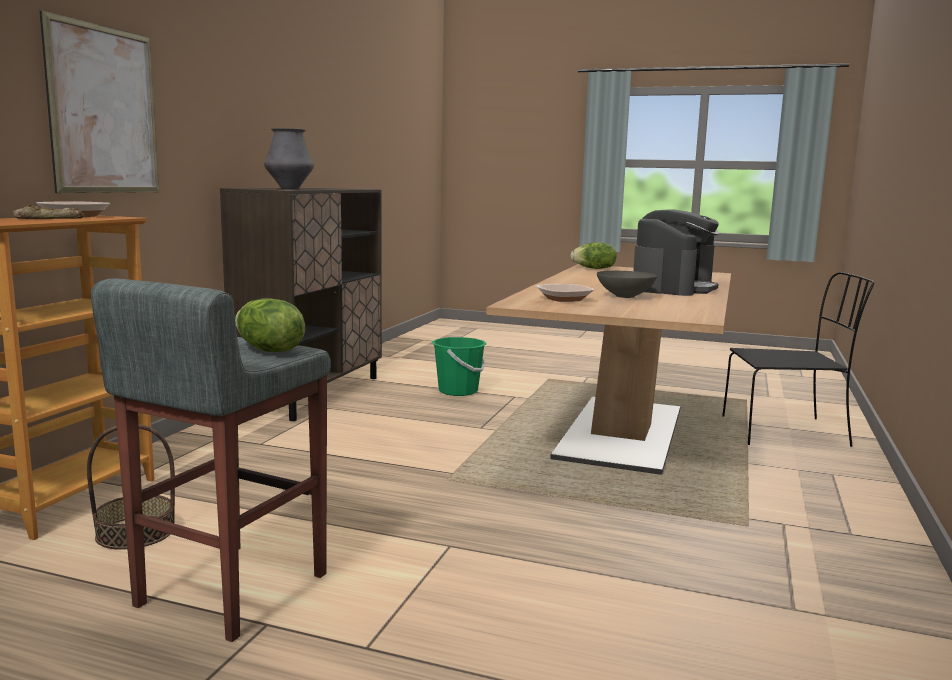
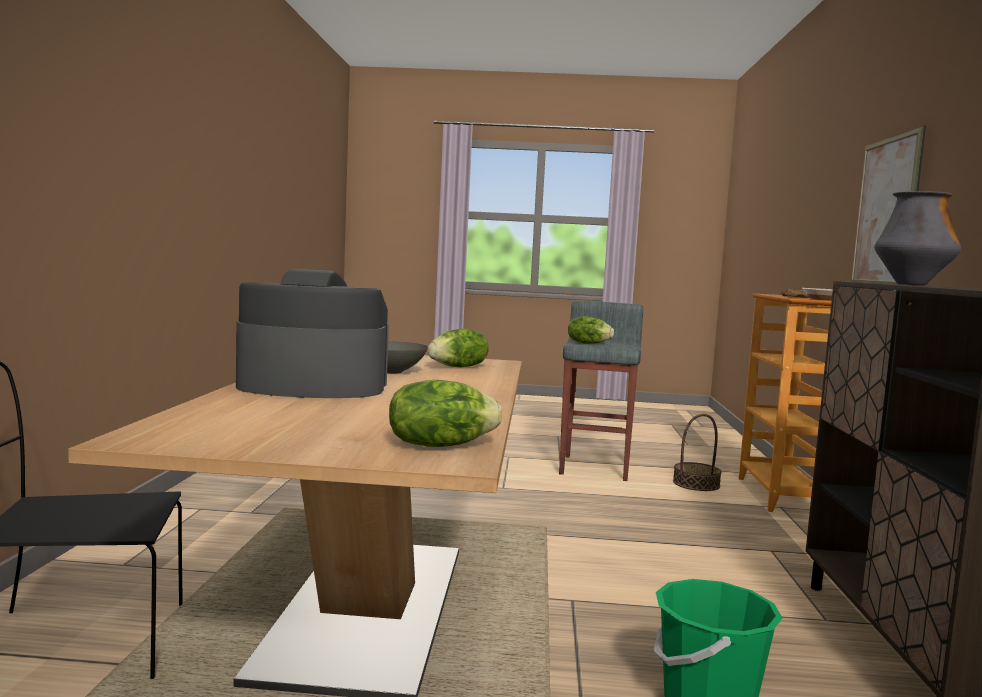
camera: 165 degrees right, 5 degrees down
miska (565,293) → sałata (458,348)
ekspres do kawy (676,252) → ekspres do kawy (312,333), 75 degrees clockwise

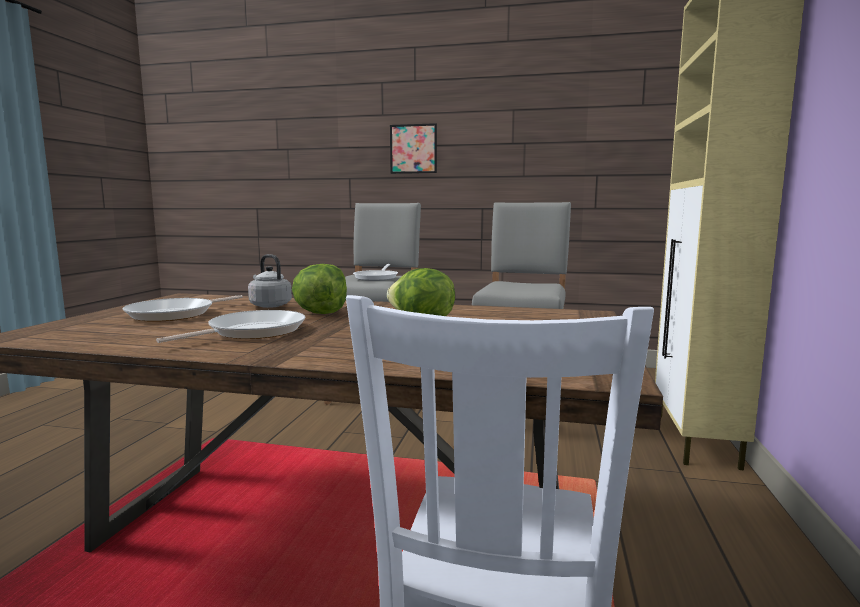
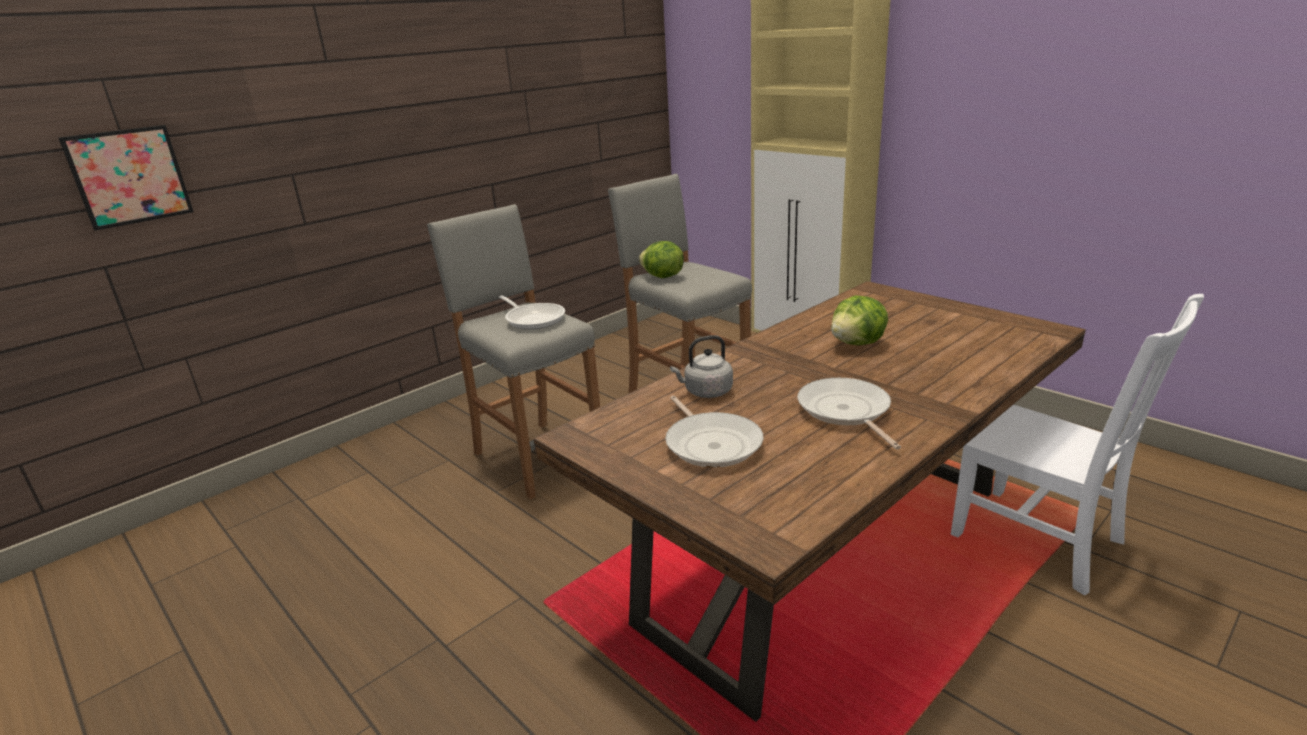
camera: 55 degrees left, 15 degrees up
sałata (319,289) → sałata (661,259), moved
obraz (413,148) → obraz (126,178), moved

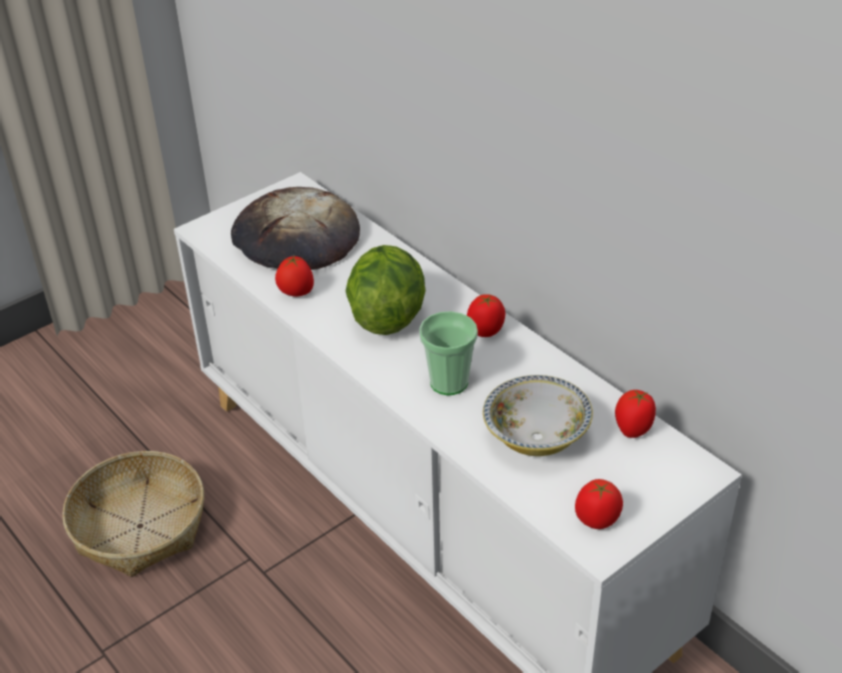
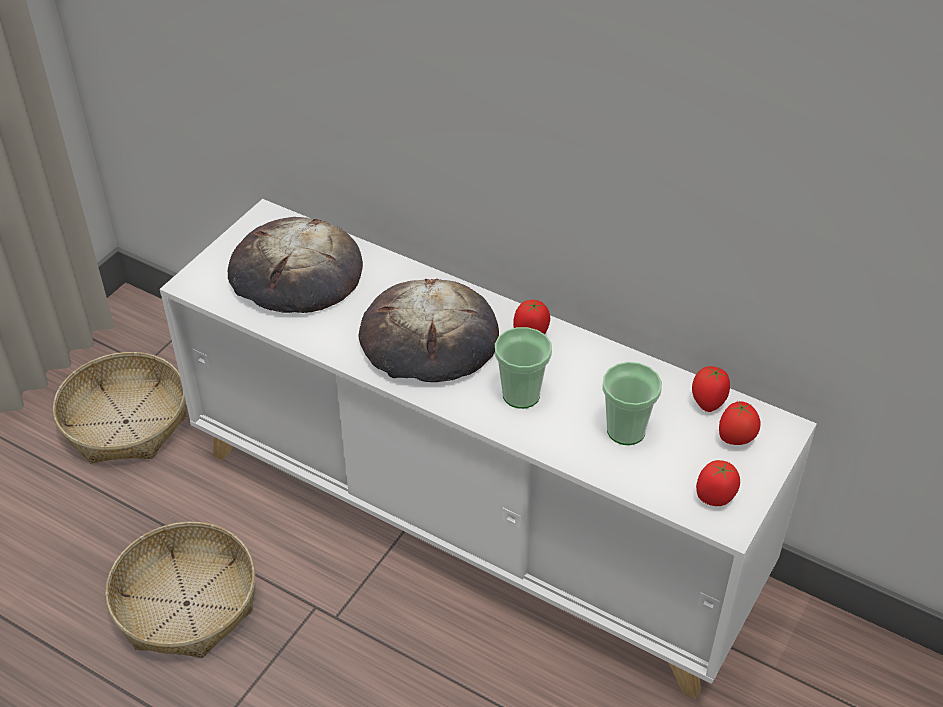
camera: 20 degrees left, 5 degrees up
pomidor (294,276) → pomidor (740,423), moved
sałata (386,290) → chleb (429,330)
miska (538,415) → filiżanka (632,403)
- → koszyk (120,407)

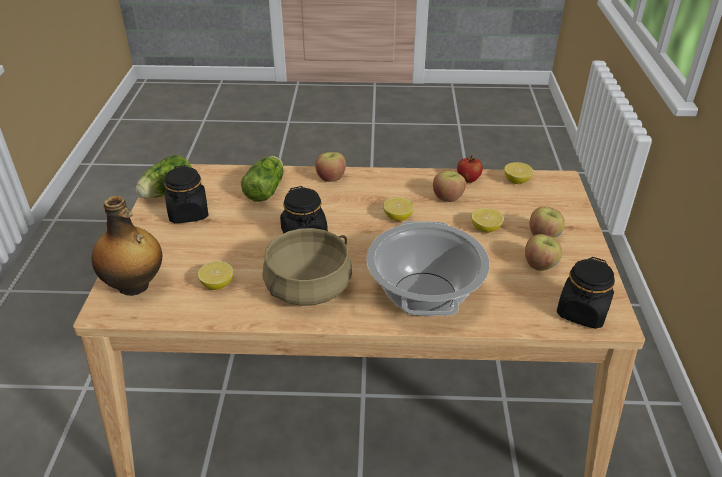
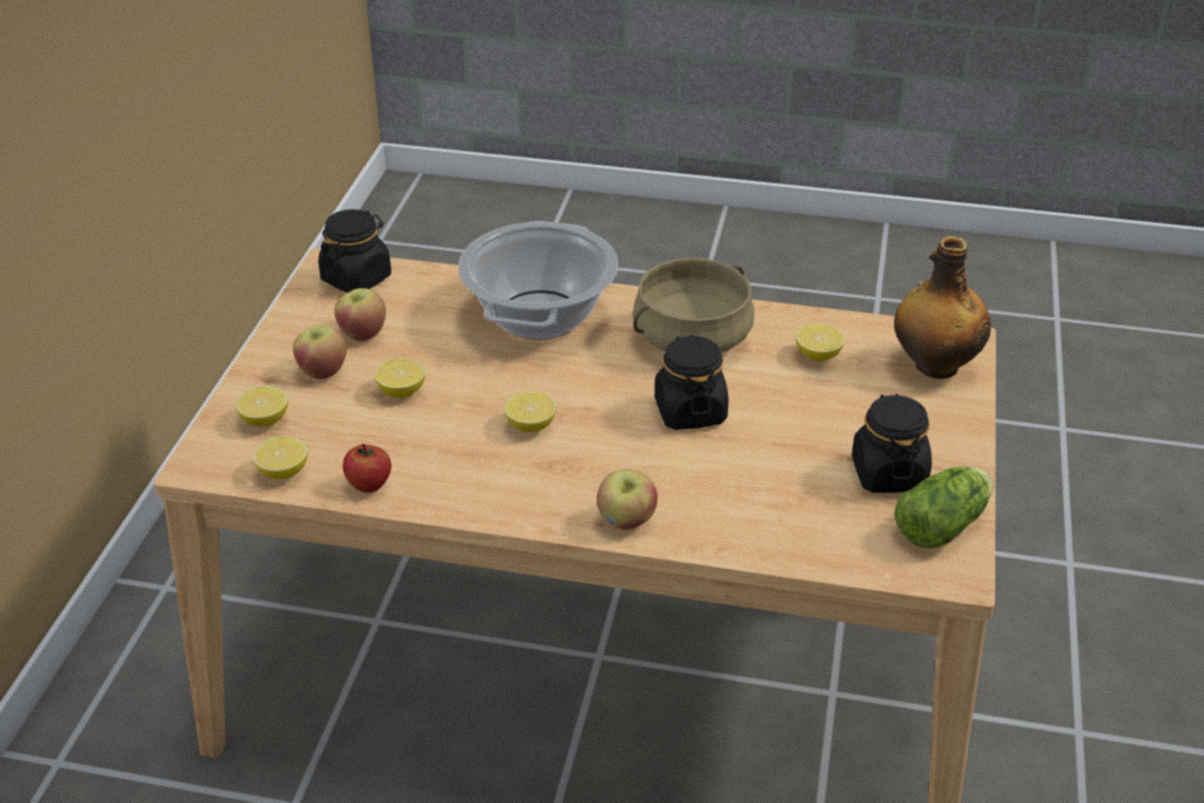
camera: 170 degrees left, 0 degrees up
sałata (262,179) → -
jabłko (449,186) → -
- → cytryna (262,406)

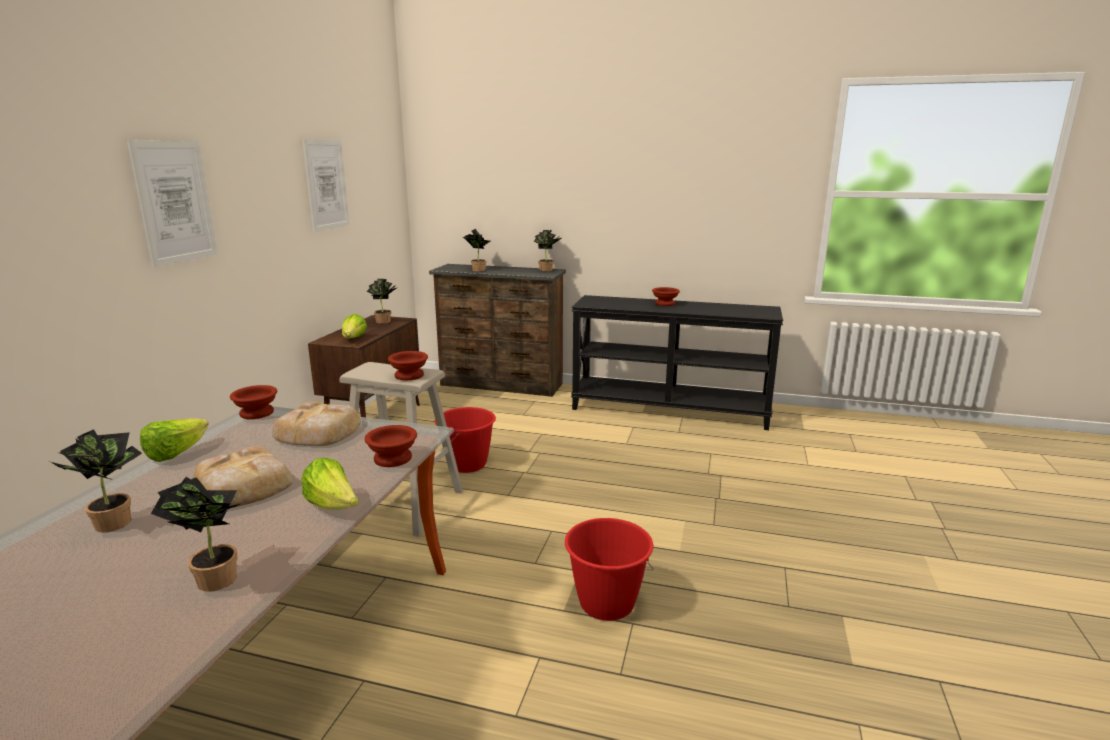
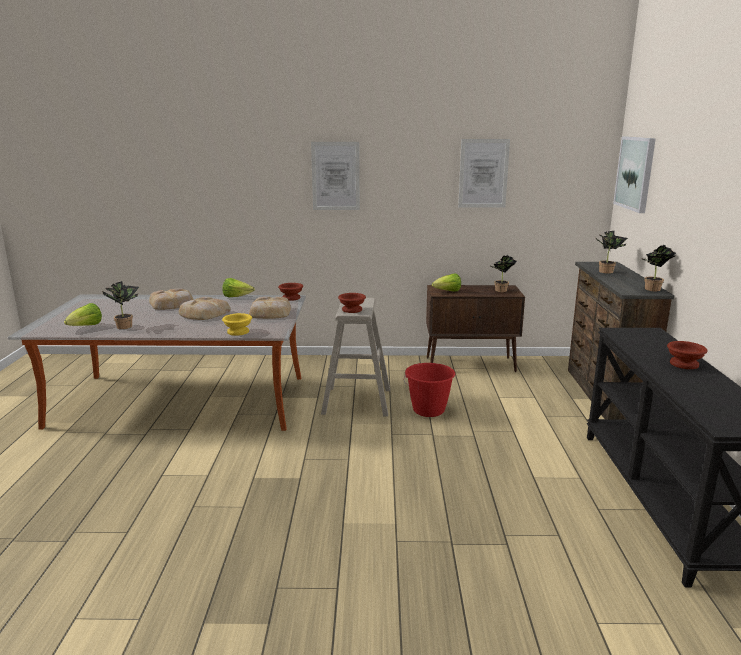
camera: 75 degrees right, 0 degrees up
roślina doniczkowa (96,480) → chleb (171,299)
sałata (330,484) → sałata (83,314), moved
miska/brązowy (391,446) → miska/żółty (237,324)
wiadro/czerwony (609,569) → -
- → obraz (634,174)

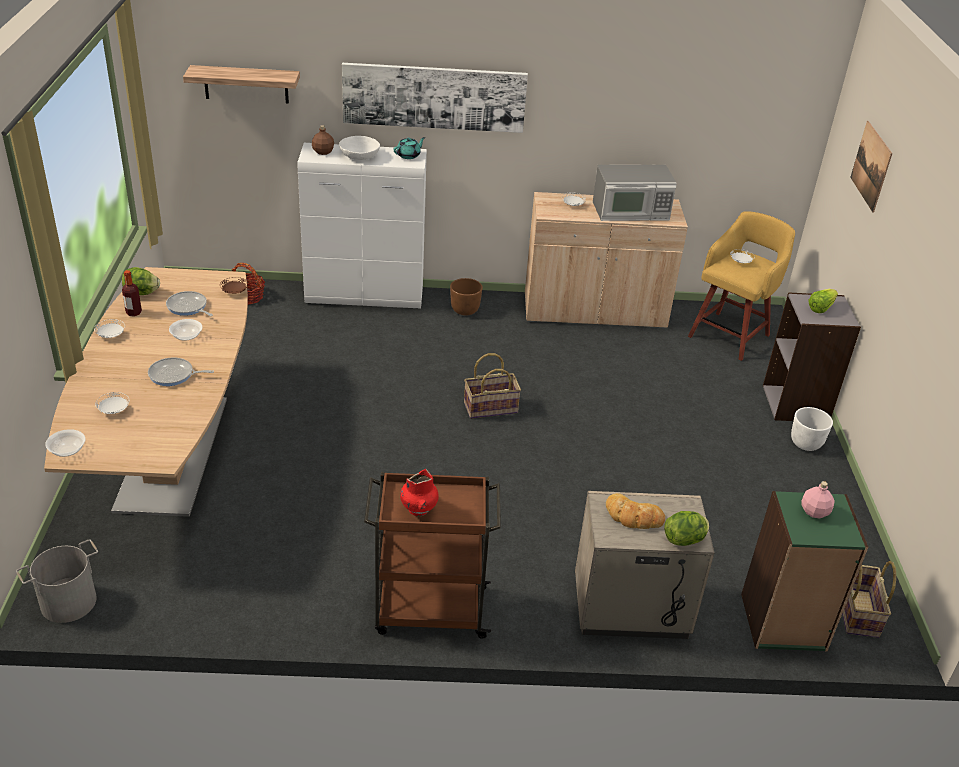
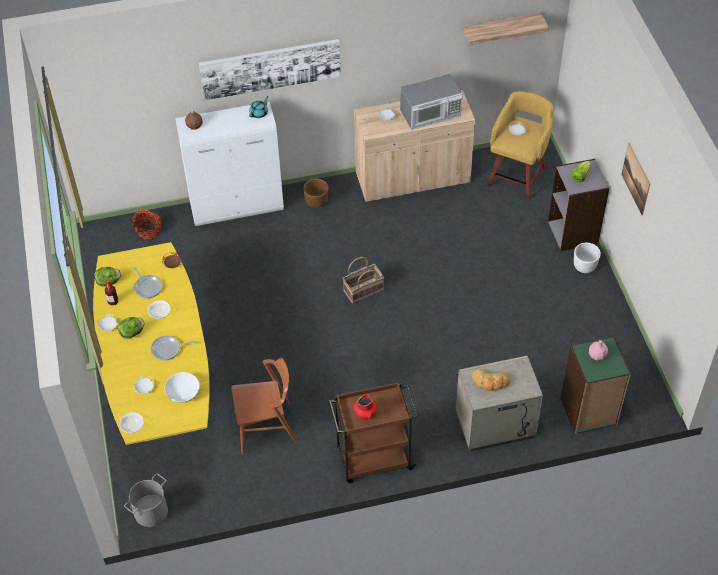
camera: 10 degrees left, 15 degrees up
stół jadalny/brązowy (146,392) → stół jadalny/żółty (151,343)
patelnia (189,303) → patelnia (148,283), 150 degrees counterclockwise
półka (241,84) → półka (506,29), moved
miska/biały (359,148) → miska/biały (182,387), moved
sałata (686,528) → sałata (130,328), moved
koszyk (869,599) → -
obraz (871,166) → obraz (635,179), moved
- → krzesło/brązowy (264,406)

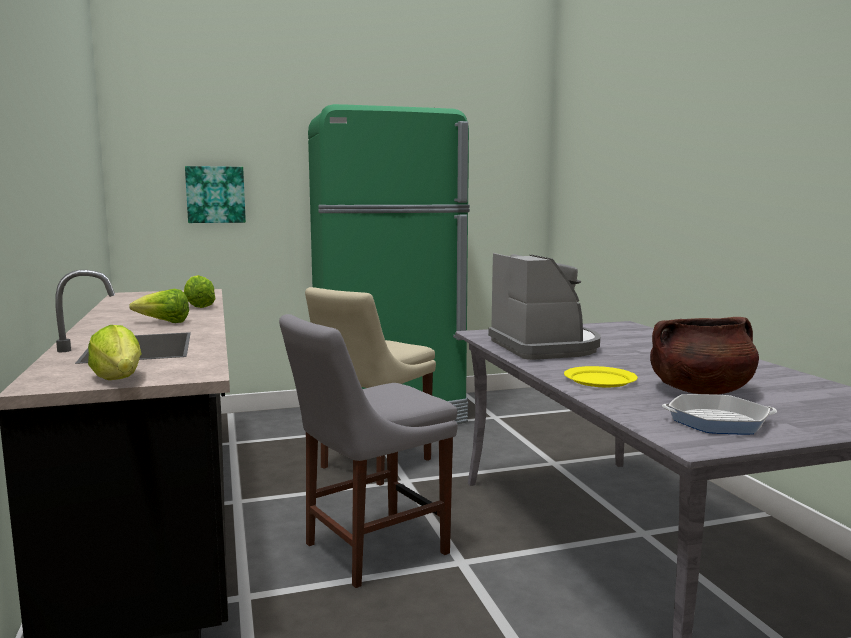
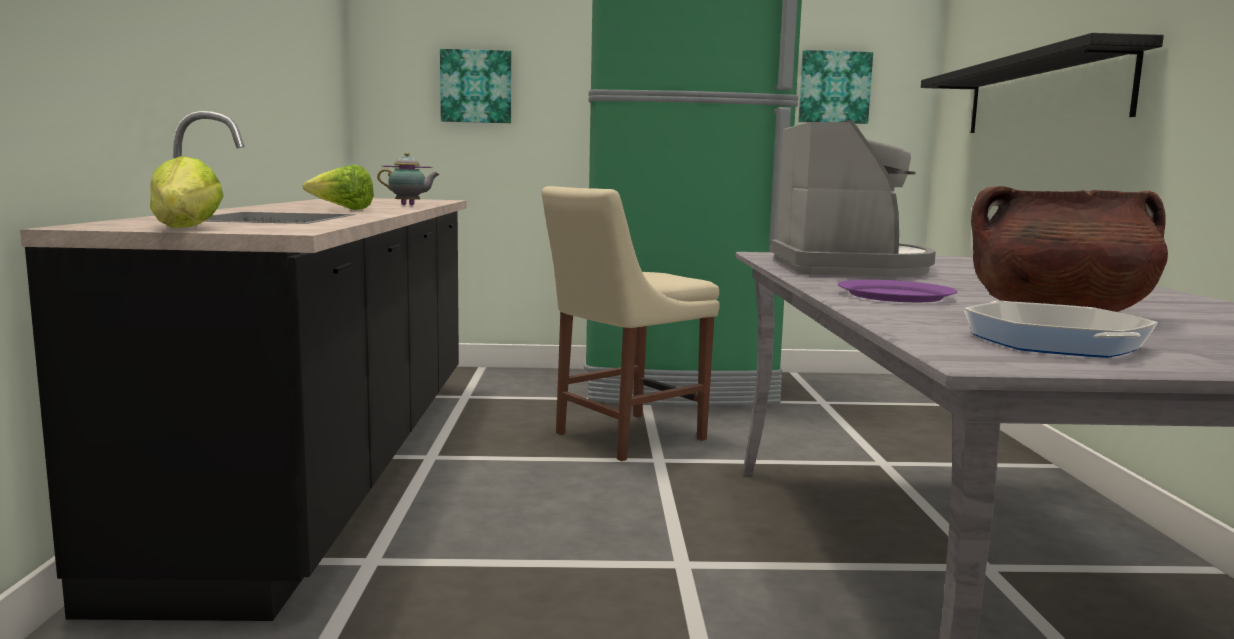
camera: 15 degrees right, 0 degrees up
sałata (200,291) → imbryk (408,178)
krzesło/szary (368,451) → -
talerz/żółty (601,376) → talerz/fioletowy (897,291)
patelnia (719,414) → patelnia (1060,329), 60 degrees clockwise
- → obraz (835,87)
- → półka/czarny (1042,83)

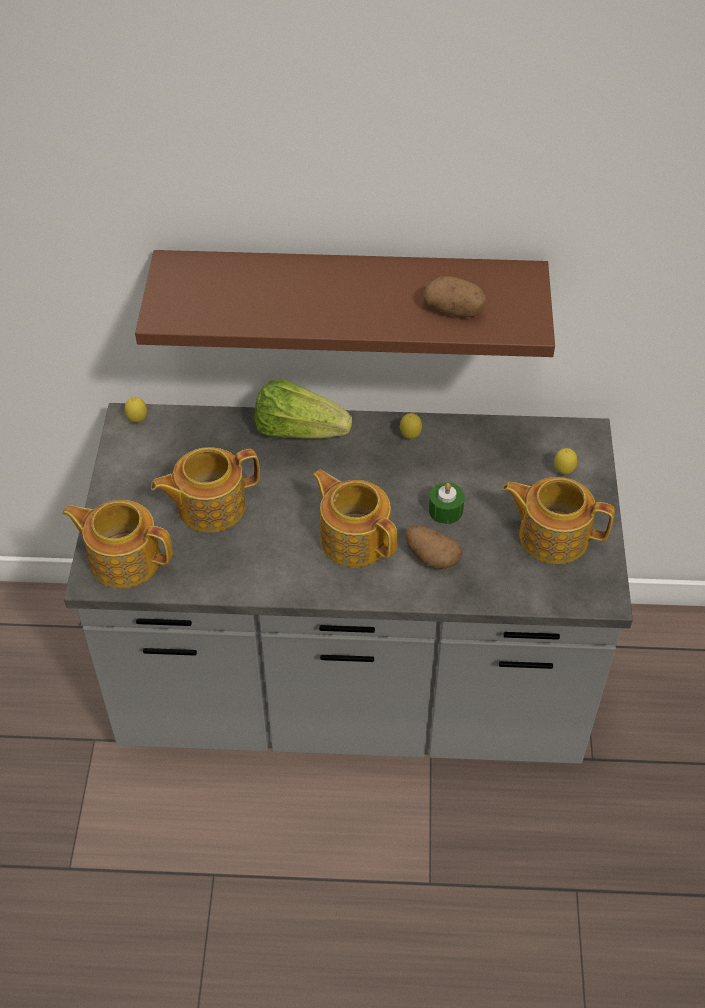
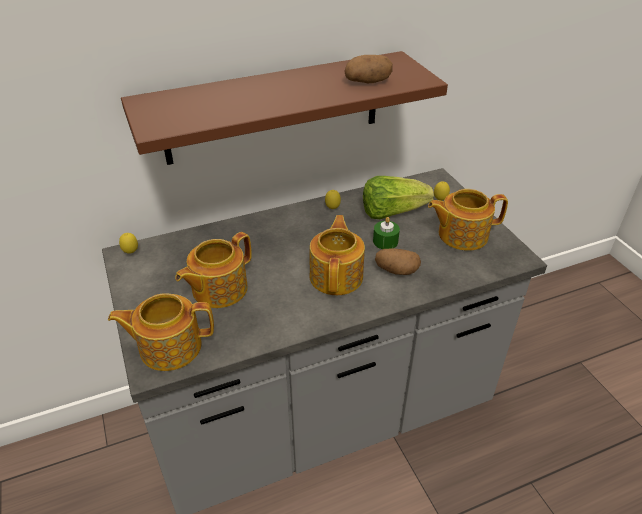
camera: 25 degrees left, 10 degrees down
sałata (303,409) → sałata (398,197), moved
imbryk (354,518) → imbryk (337,255), 75 degrees clockwise

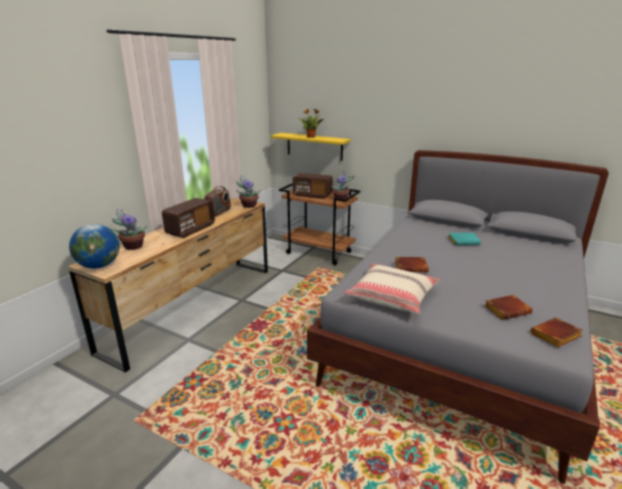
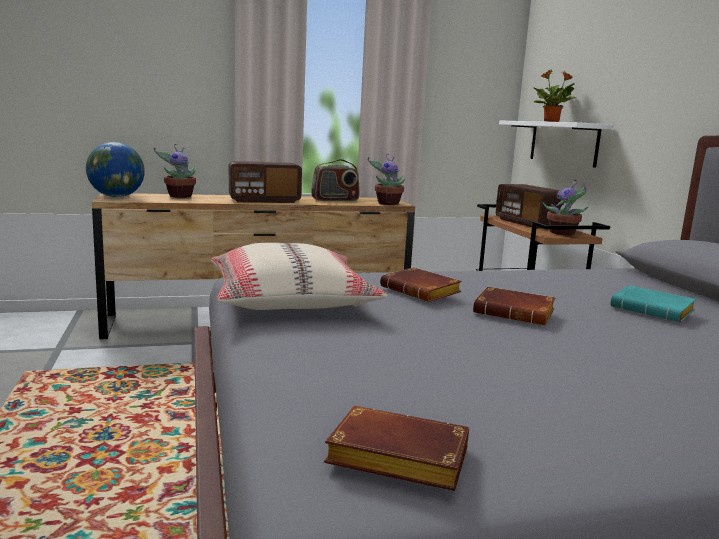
camera: 45 degrees right, 10 degrees down
półka/żółty (311,147) → półka/biały (555,144)
książka/brązowy (508,307) → książka/brązowy (514,306), moved

